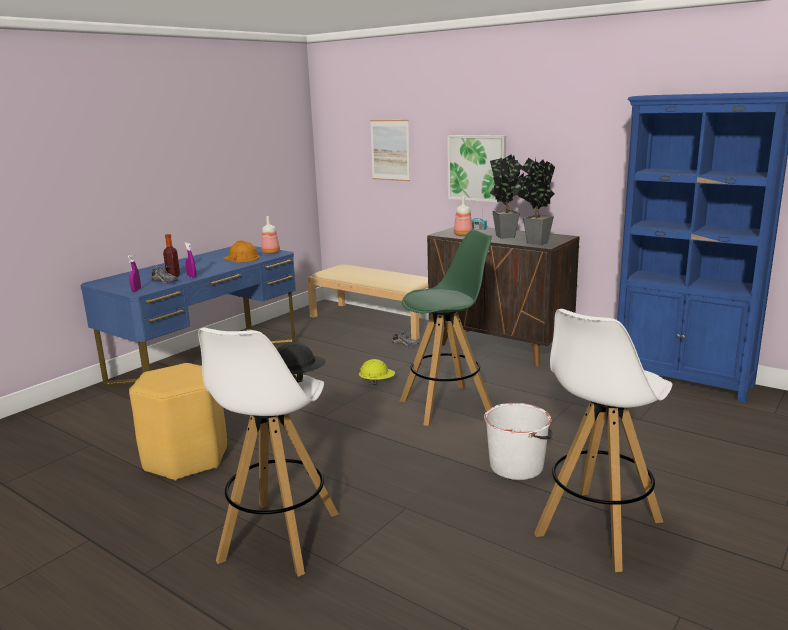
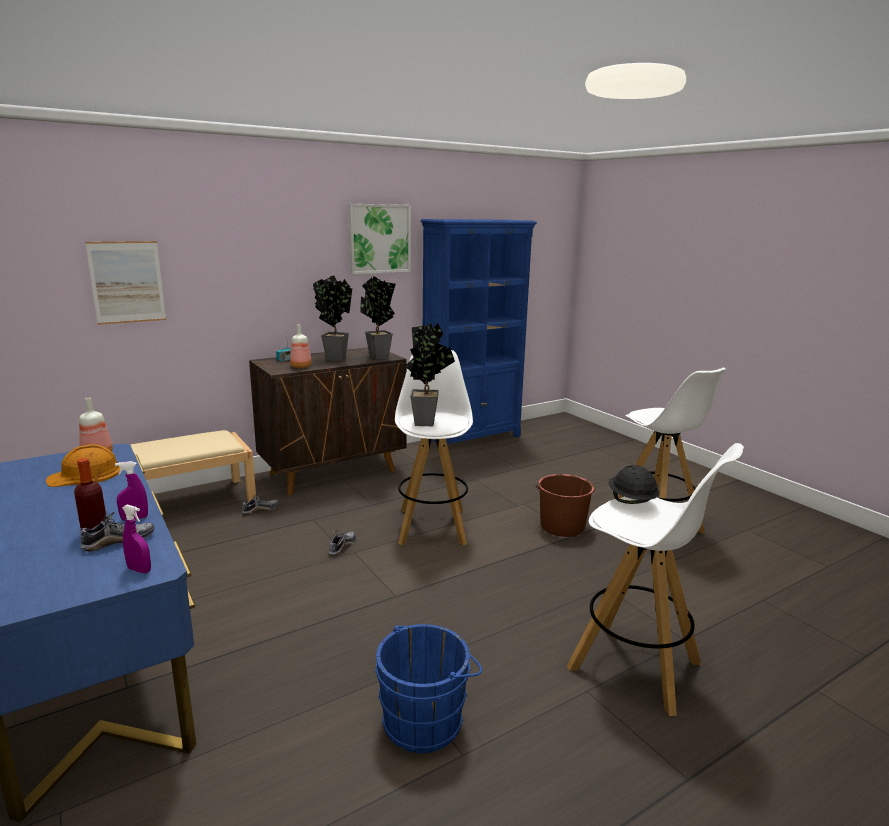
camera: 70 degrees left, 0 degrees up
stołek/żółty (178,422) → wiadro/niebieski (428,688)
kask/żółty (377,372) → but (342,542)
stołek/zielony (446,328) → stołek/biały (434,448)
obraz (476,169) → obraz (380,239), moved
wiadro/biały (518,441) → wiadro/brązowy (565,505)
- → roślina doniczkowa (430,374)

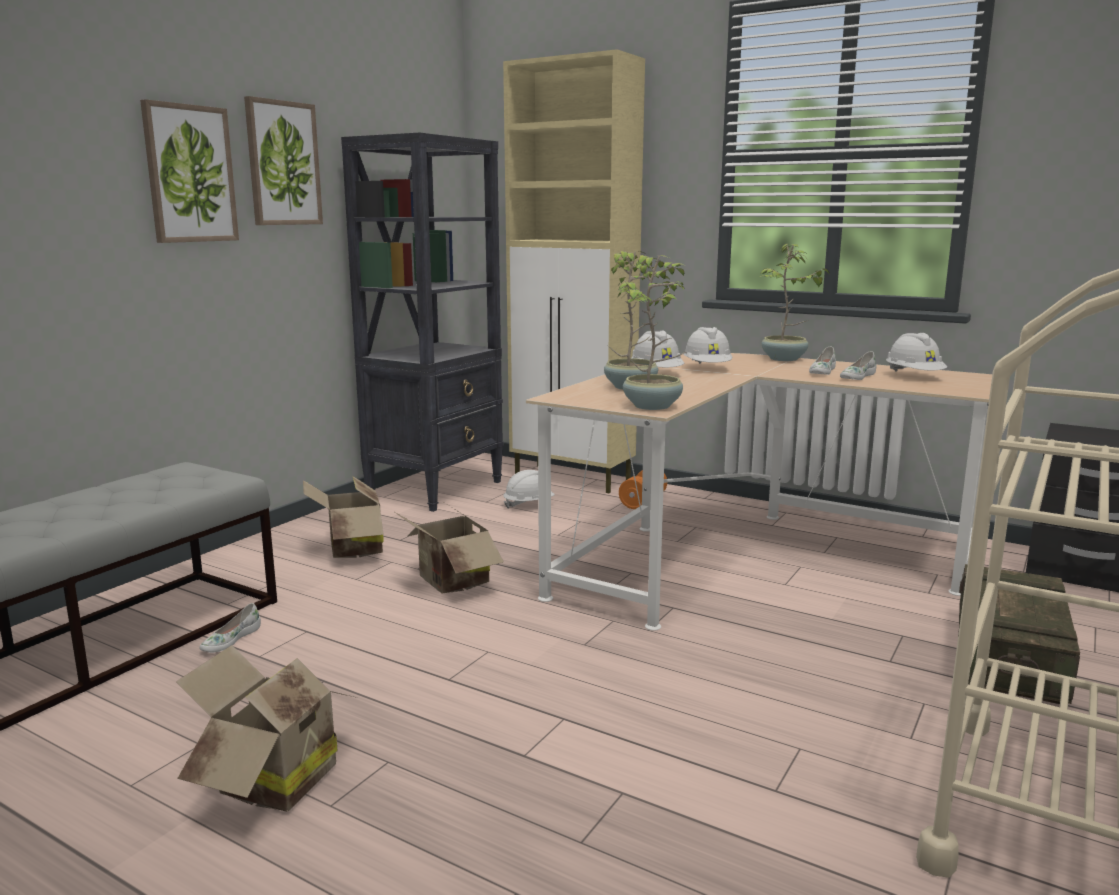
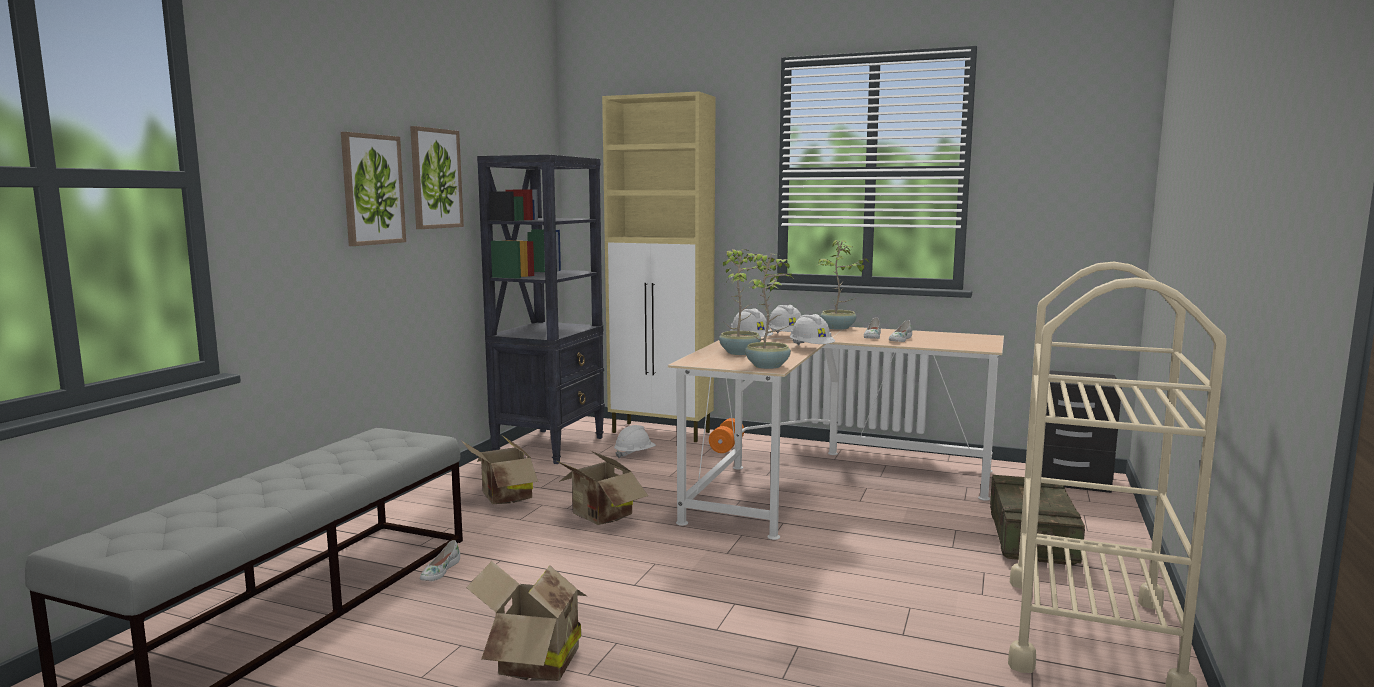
camera: 10 degrees left, 5 degrees down
kask/biały (917,352) → kask/biały (813,329), moved

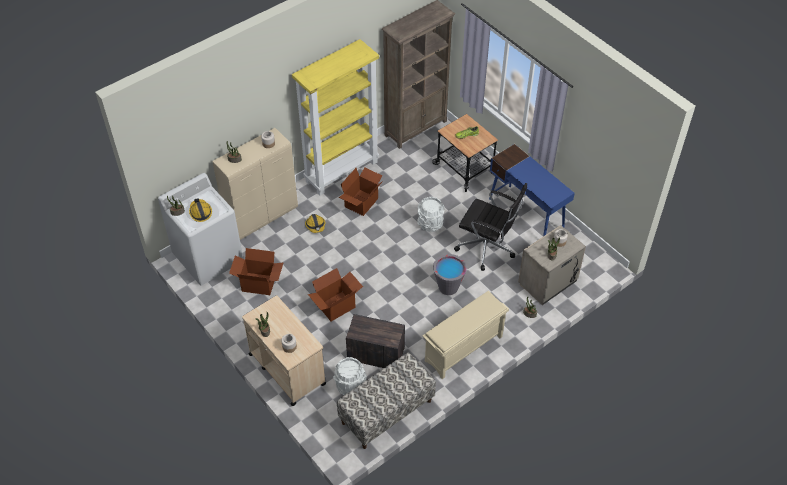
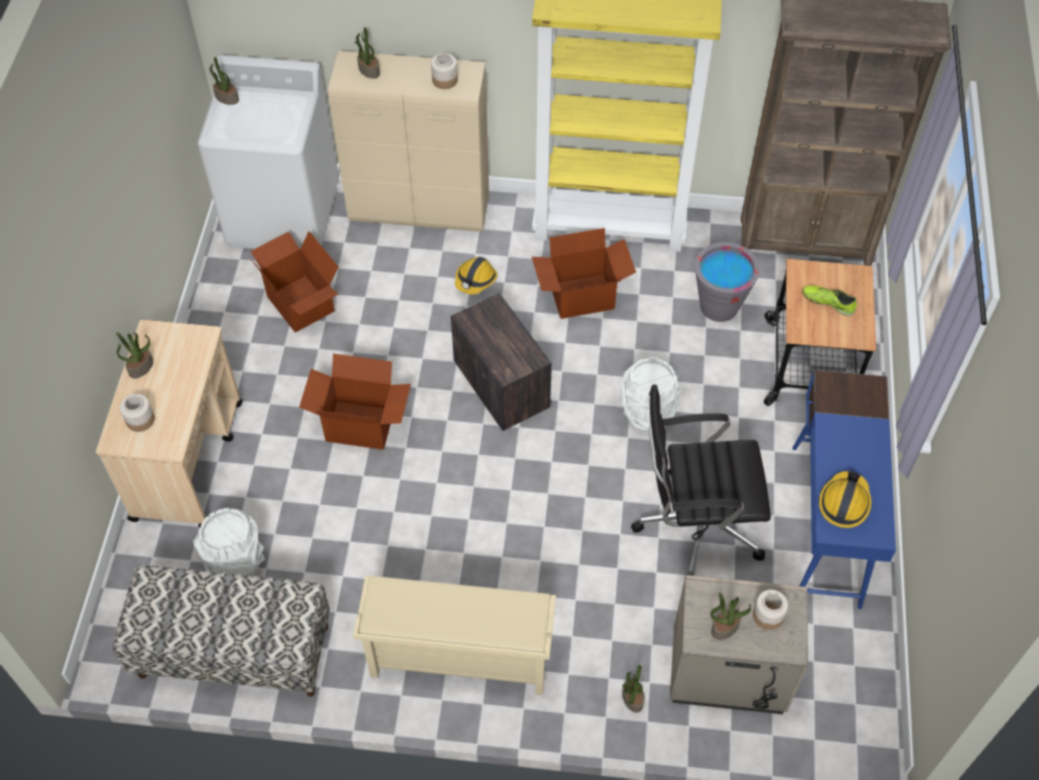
camera: 45 degrees right, 5 degrees up
kask (200,210) → kask (845,499), moved
skrzynka (375,341) → skrzynka (501,362), moved
wiadro/szary (450,274) → wiadro/szary (727,282), moved
krzesło biurowe/czarny (490,227) → krzesło biurowe/czarny (701,480), 105 degrees clockwise

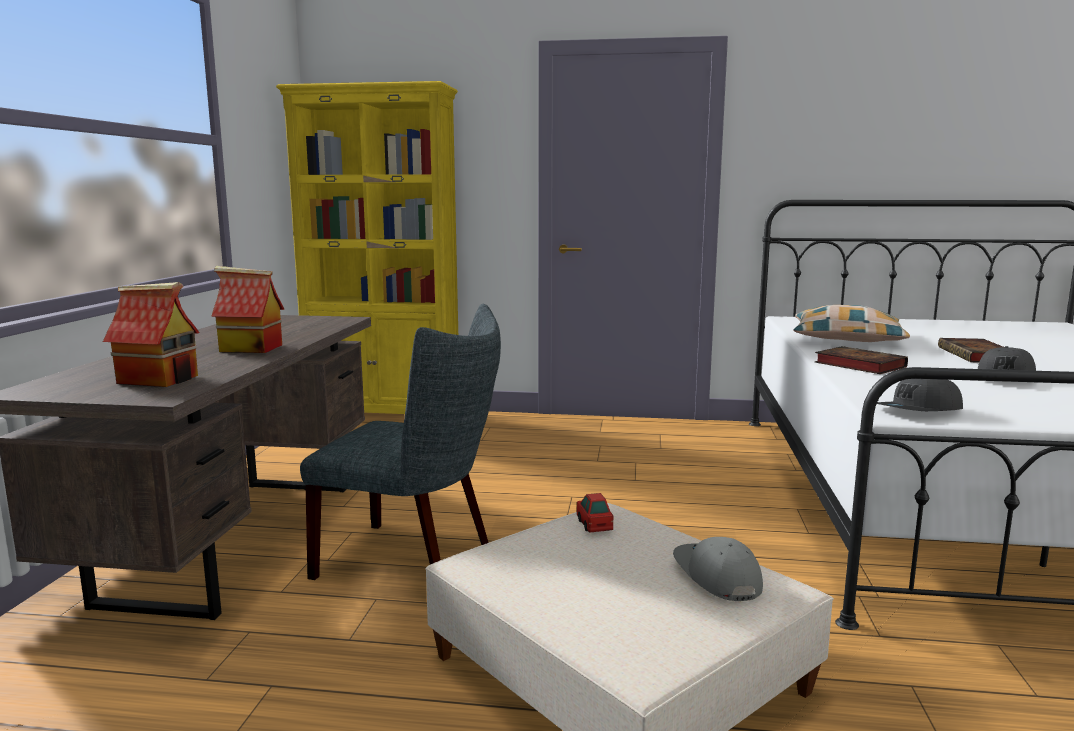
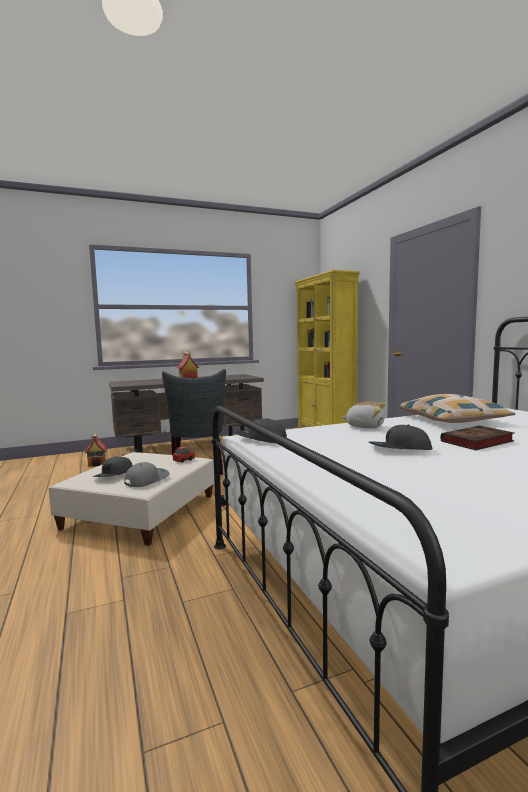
camera: 60 degrees right, 5 degrees down
domek (151,334) → domek (96,450), moved
książka (861,360) → pluszak (364,414)
- → czapka z daszkiem/szary (113,466)

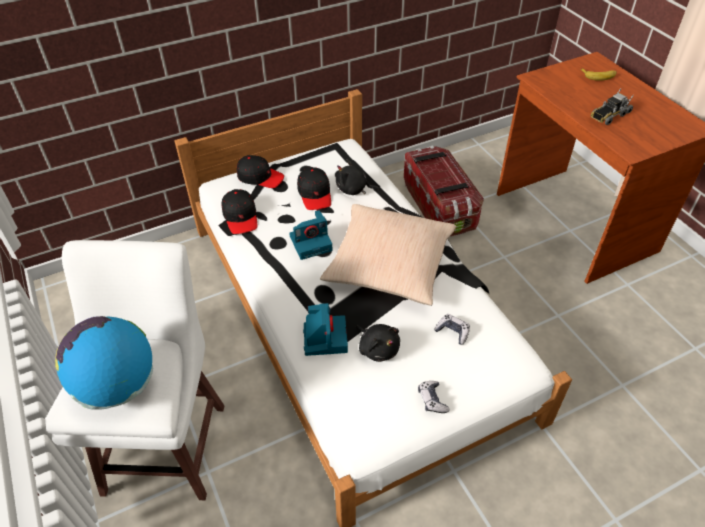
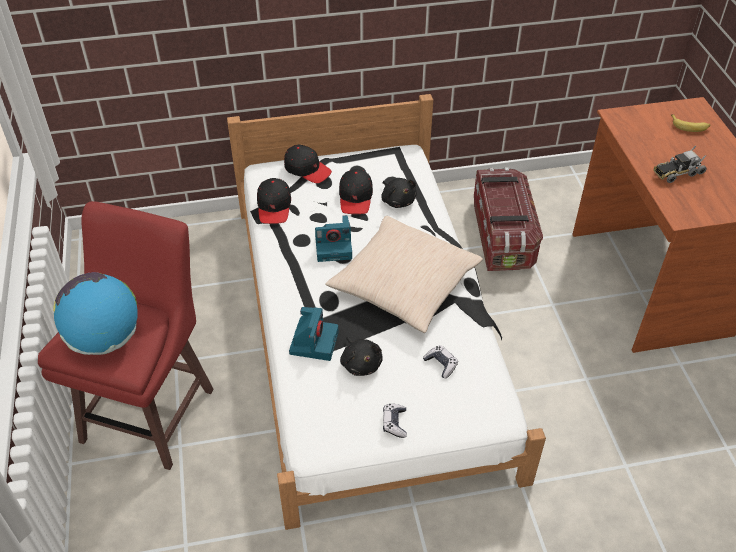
camera: 15 degrees right, 0 degrees up
stołek/biały (134,370) → stołek/czerwony (126,335)
pluszak/czarny (358,177) → pluszak/czarny (399,193), 150 degrees counterclockwise

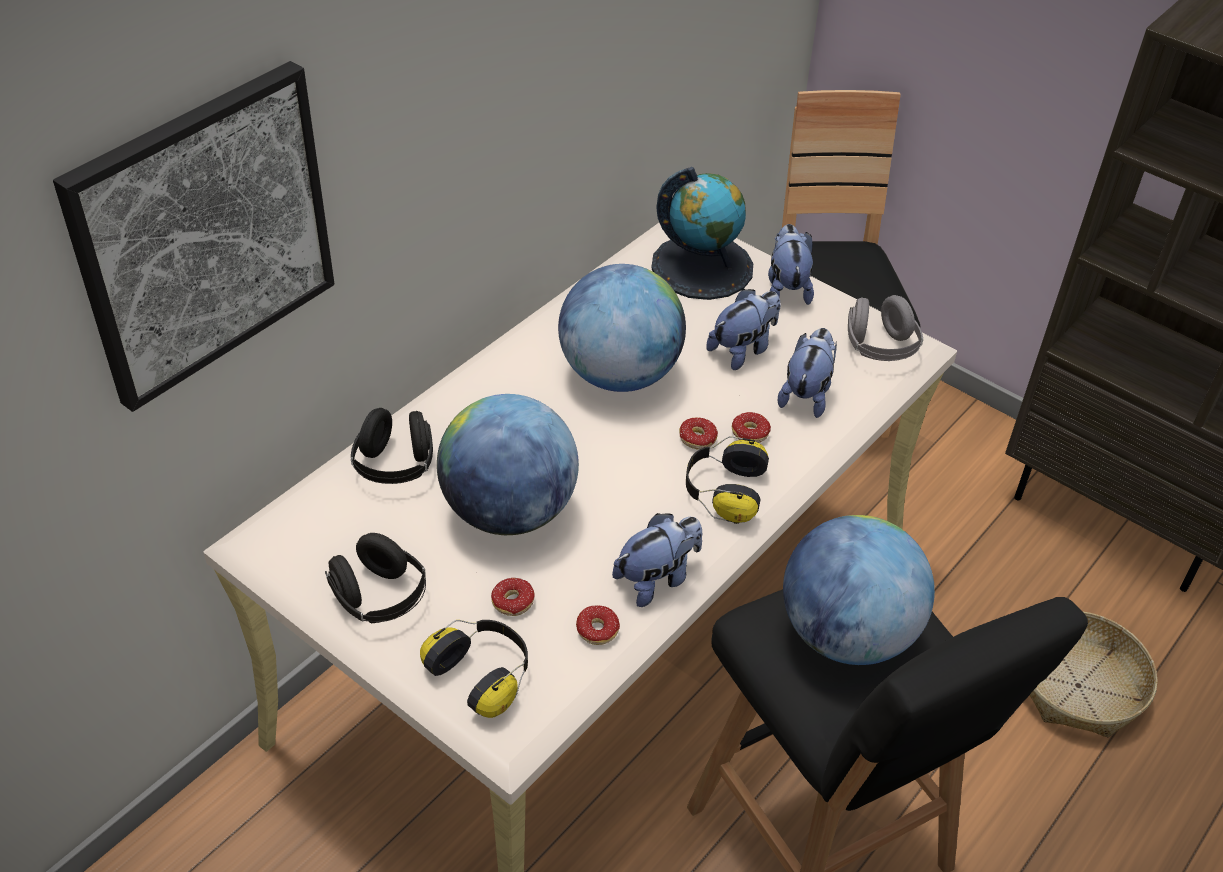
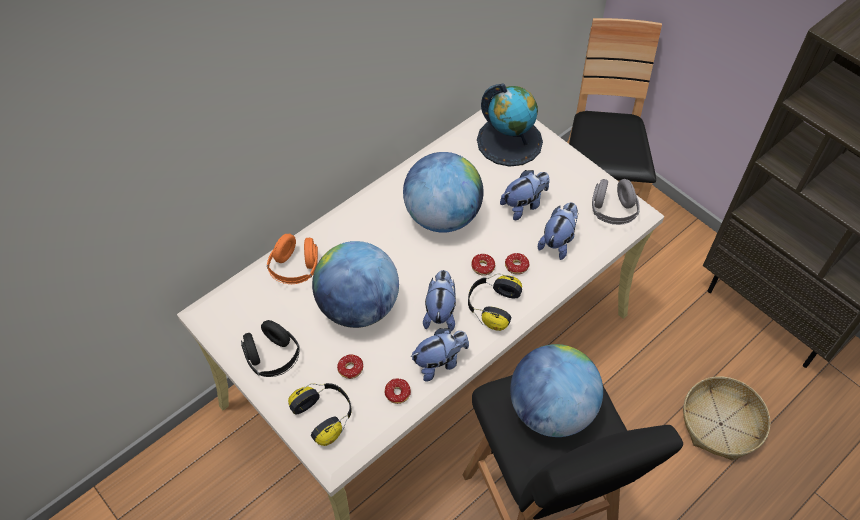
camera: 10 degrees right, 10 degrees up
obraz (194,236) → -
słuchawki/czarny (392,446) → słuchawki/pomarańczowy (292,259)
pluszak (791,264) → pluszak (439,300), moved

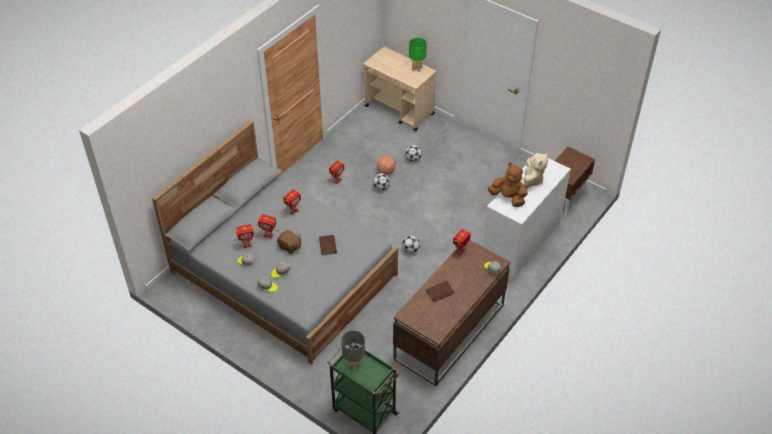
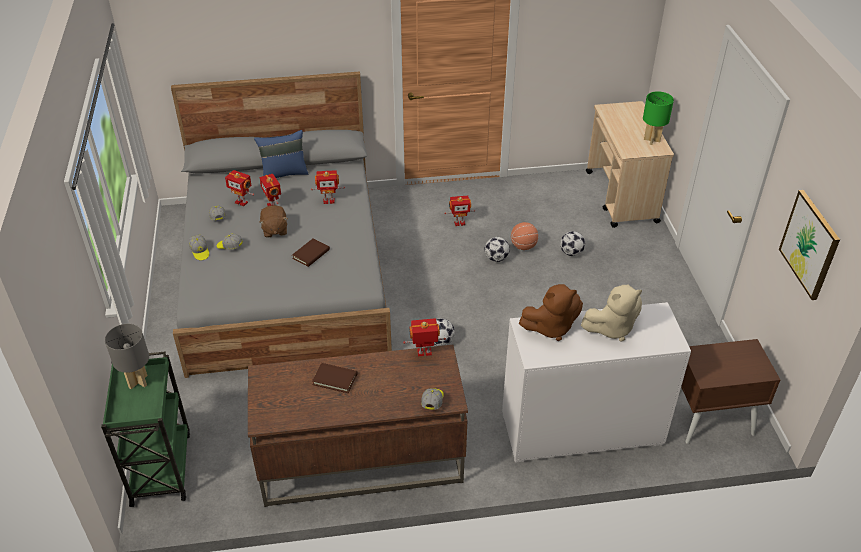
camera: 45 degrees right, 5 degrees down
pluszak/brązowy (508,185) → pluszak/brązowy (551,312), 90 degrees clockwise
- → poduszka/niebieski (281,154)
- → obraz (809,245)

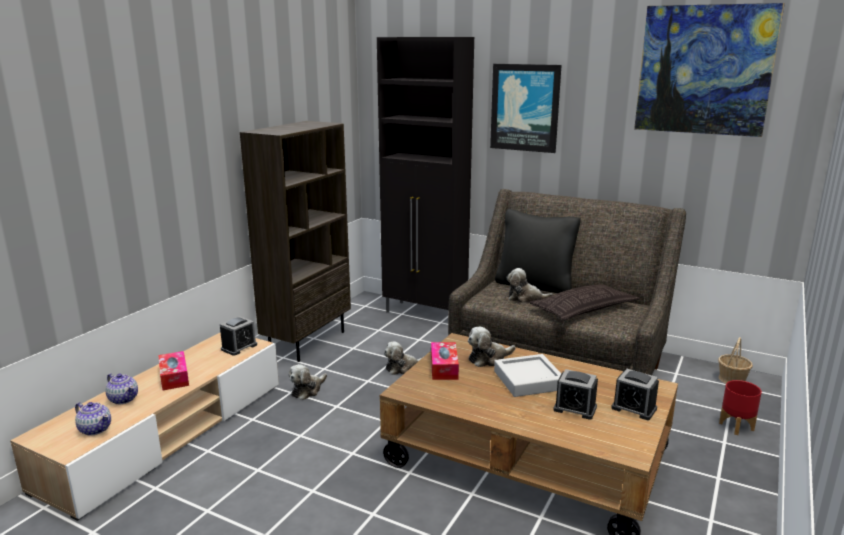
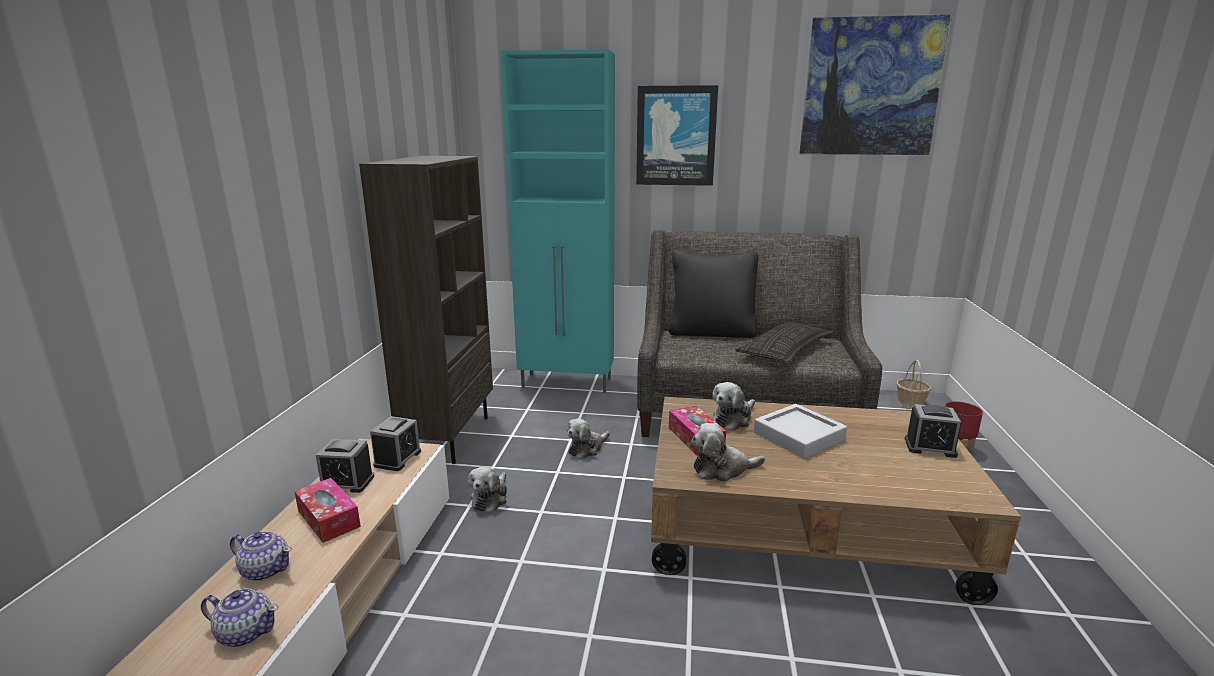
camera: 20 degrees left, 0 degrees up
szafka/czarny (425,175) → szafka/turkusowy (557,221)
pluszak (530,285) → pluszak (728,452), moved
budzik (575,394) → budzik (345,466), moved

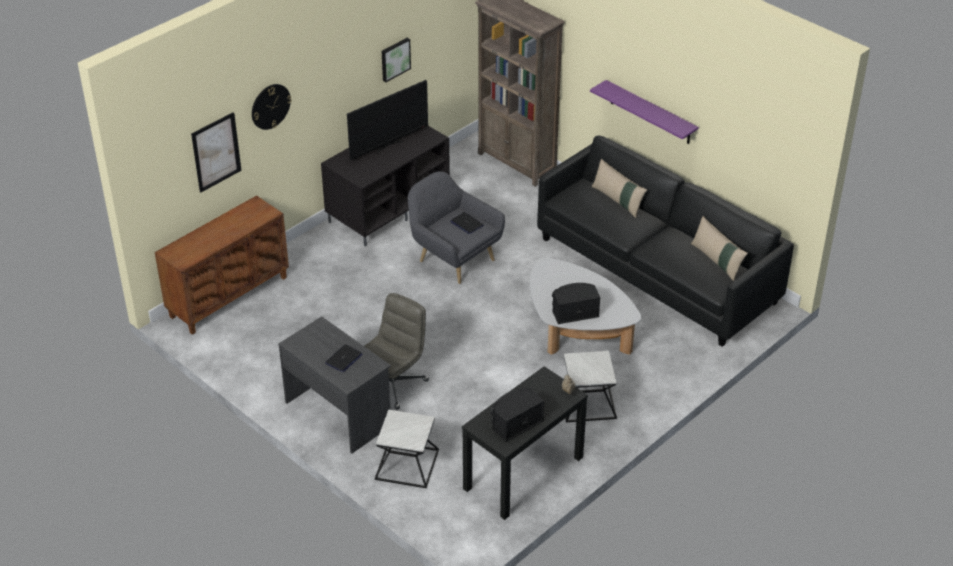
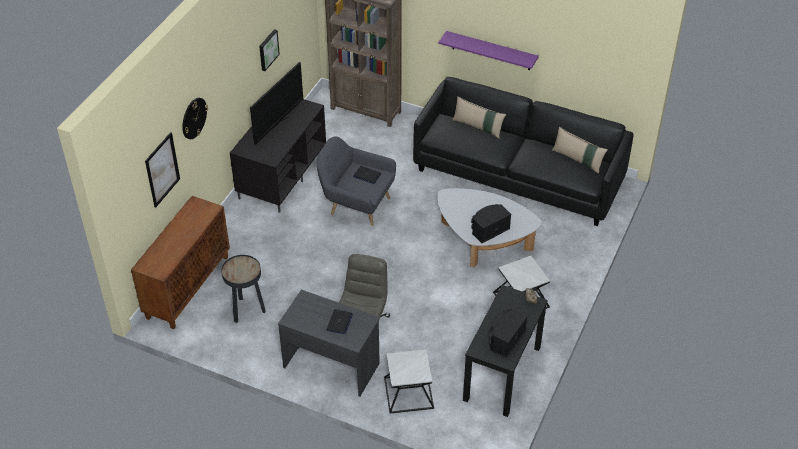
camera: 20 degrees left, 5 degrees up
- → stolik/czarny (243,289)

